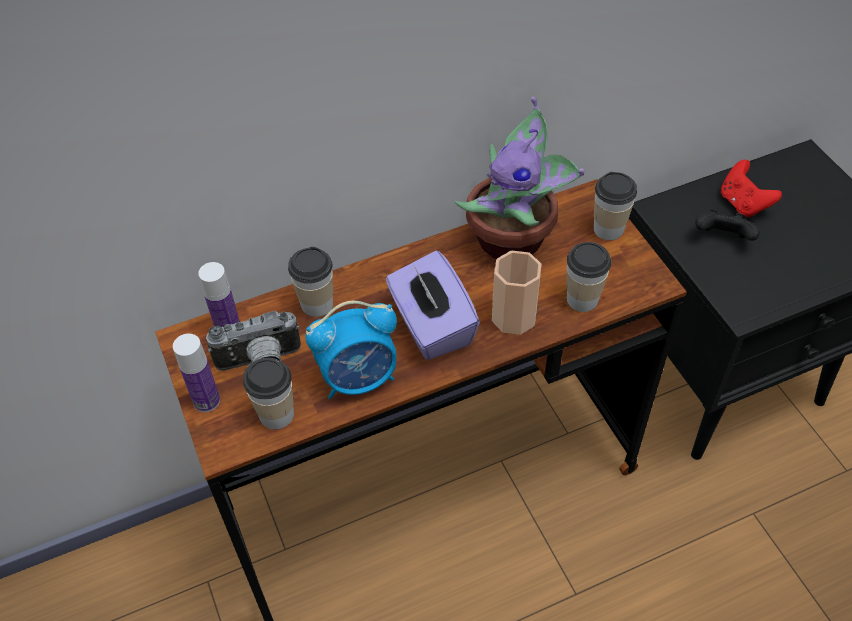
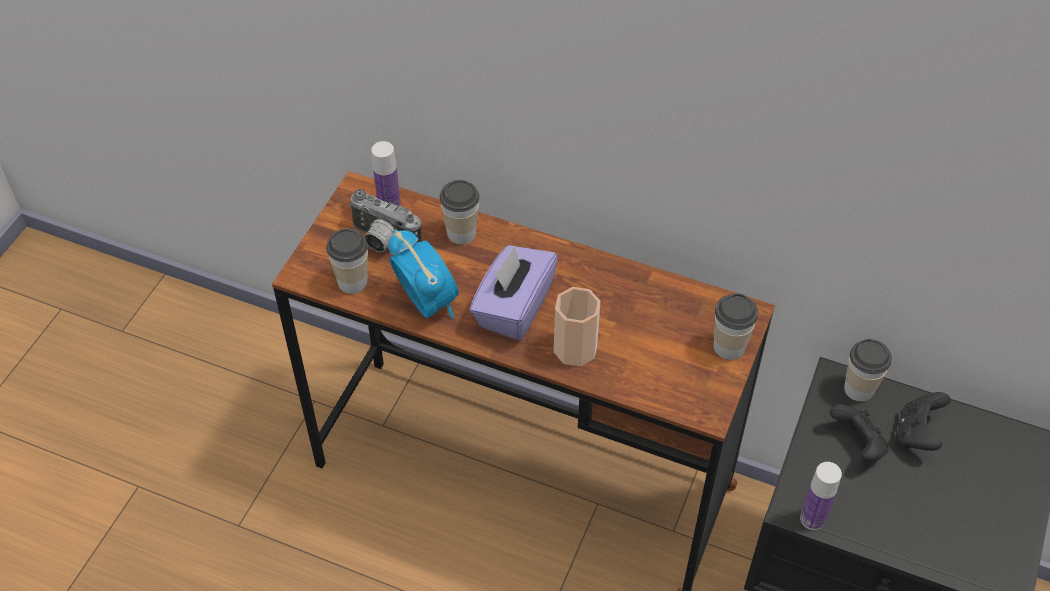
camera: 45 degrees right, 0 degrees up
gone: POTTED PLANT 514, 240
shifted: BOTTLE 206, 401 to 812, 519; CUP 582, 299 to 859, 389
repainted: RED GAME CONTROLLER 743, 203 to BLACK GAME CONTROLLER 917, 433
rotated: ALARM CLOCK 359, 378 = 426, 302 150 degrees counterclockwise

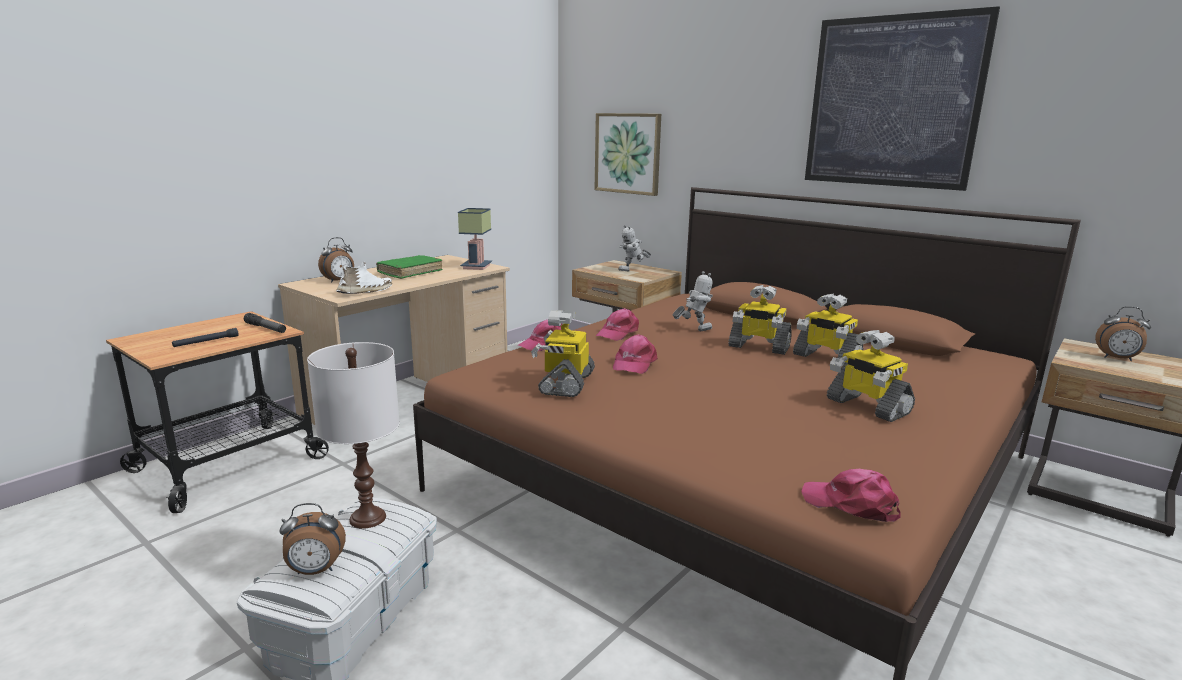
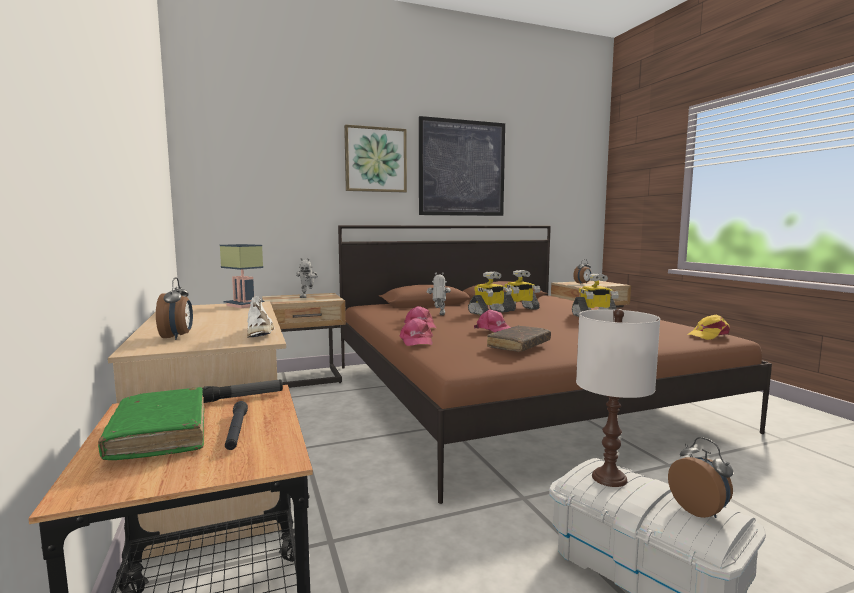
camera: 60 degrees left, 10 degrees down
shifted: GREEN BOOK 410, 273 to 159, 435; PICTURE 628, 153 to 375, 160
swapped: TOY ROBOT 565, 383 to BROWN BOOK 519, 345
repainted: PINK CAP 851, 504 to YELLOW CAP 708, 335
rotated: ALARM CLOCK 315, 571 = 700, 510 45 degrees counterclockwise

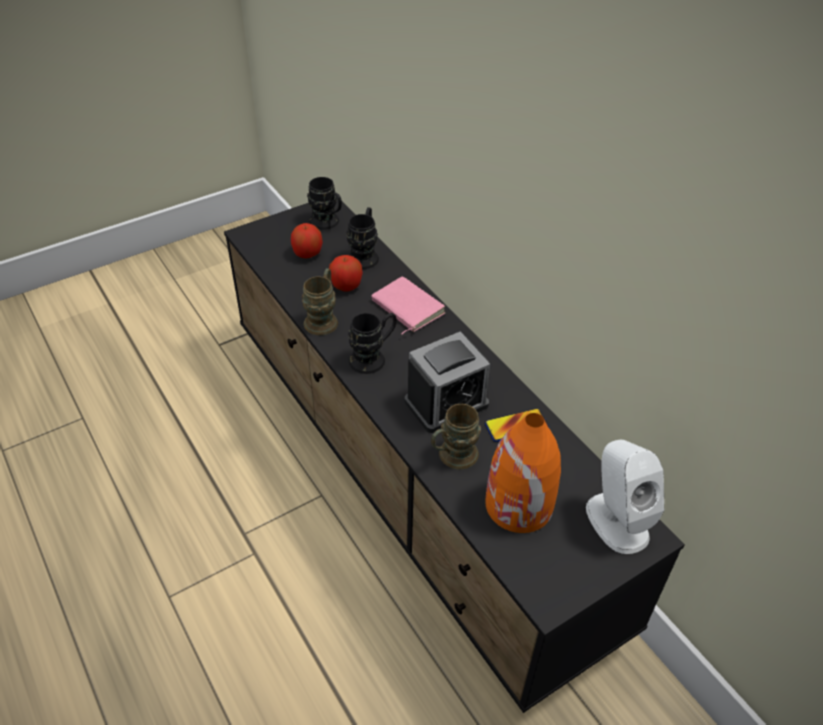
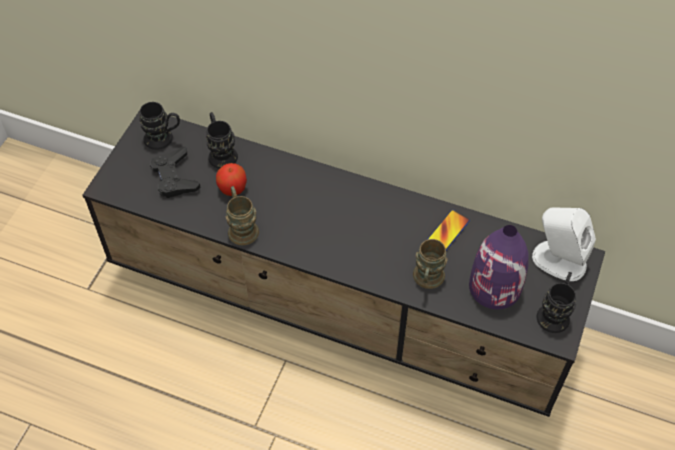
camera: 35 degrees left, 10 degrees up
gone: PINK BOOK 406, 308; ALARM CLOCK 446, 403
shifted: BLACK MUG 373, 358 to 555, 312
swapped: APPLE 307, 254 to BLACK GAME CONTROLLER 174, 177
repainted: ORANGE VASE 519, 505 to PURPLE VASE 495, 287

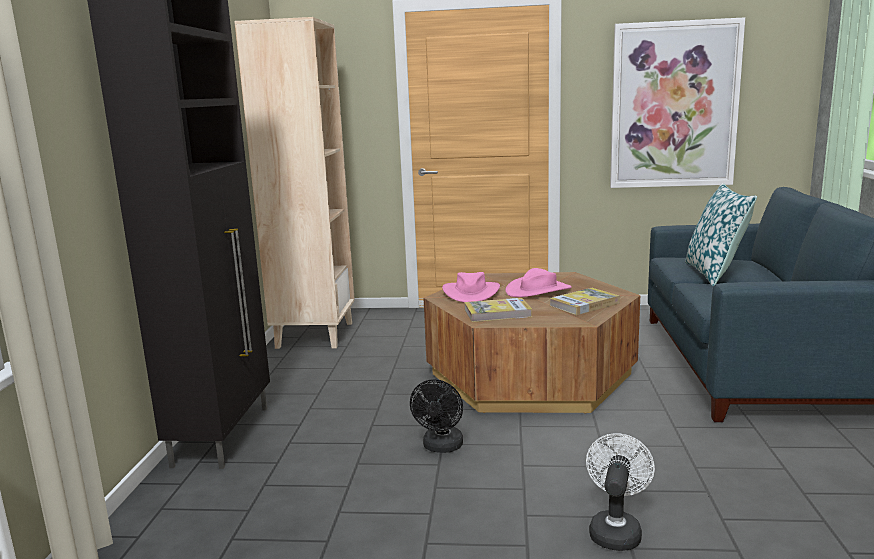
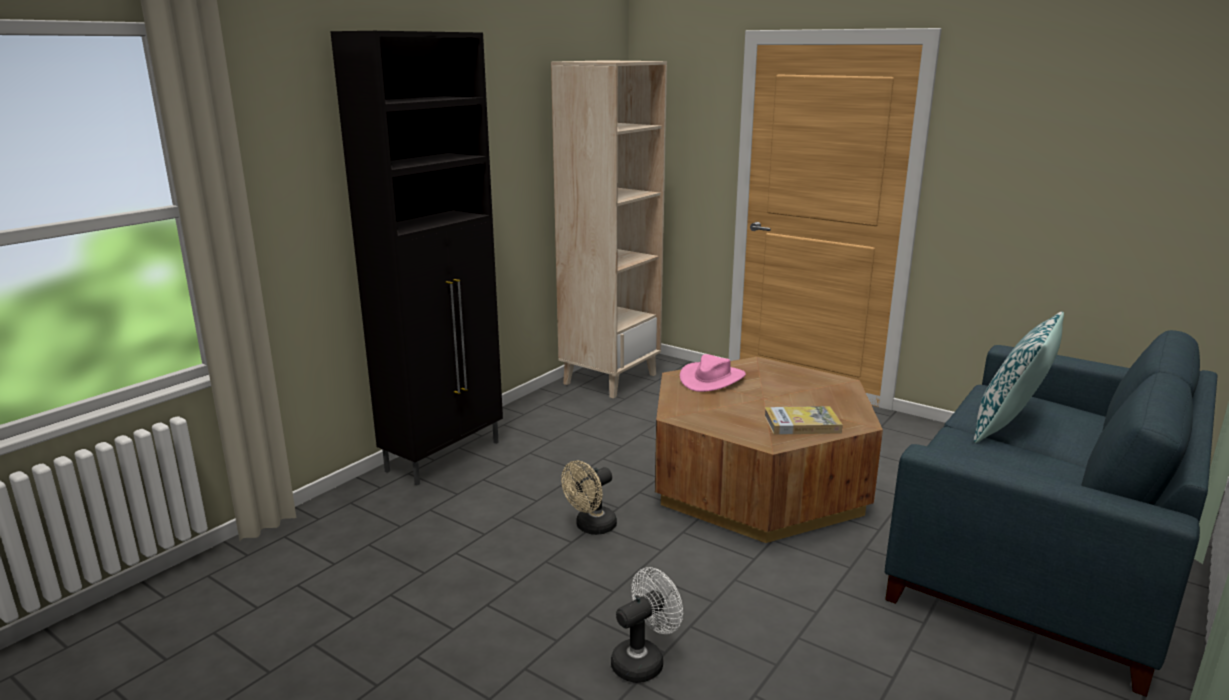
camera: 30 degrees right, 5 degrees up
gone: BOOK 497, 313; PINK HAT 538, 290; PICTURE 674, 105
repainted: BLACK FAN 441, 447 to BEIGE FAN 591, 527

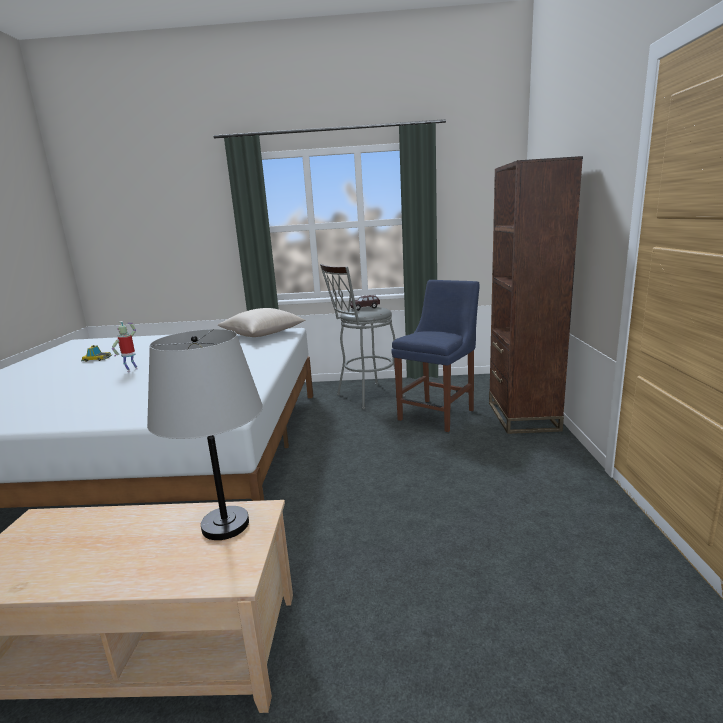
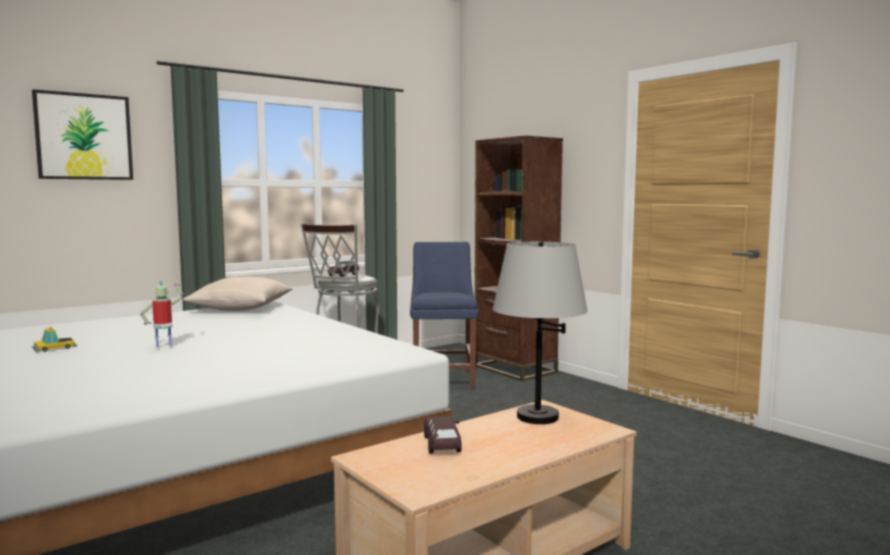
camera: 40 degrees left, 10 degrees down
new: PICTURE 84, 137; BROWN TOY CAR 442, 445
rotated: TOY ROBOT 131, 370 = 164, 348 75 degrees clockwise

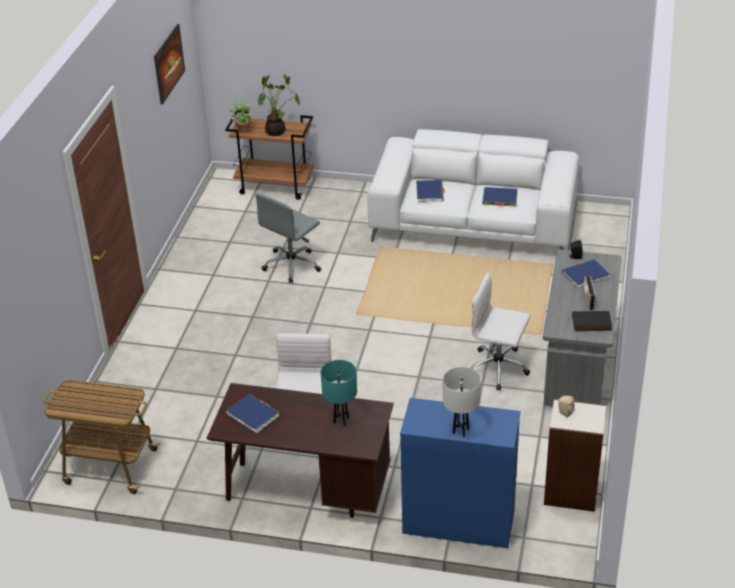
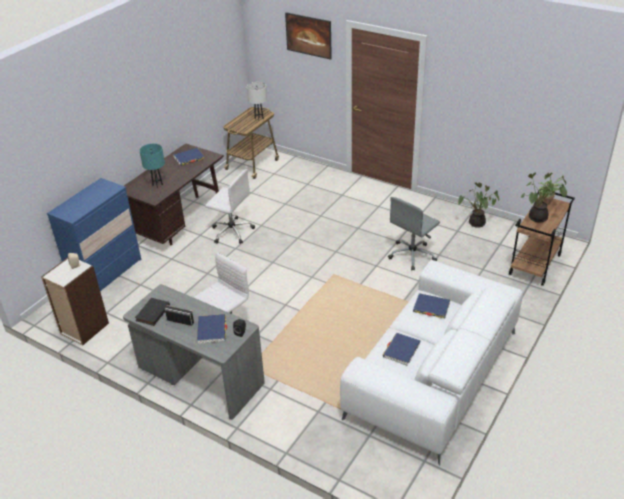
camera: 110 degrees right, 0 degrees up
new: POTTED PLANT 475, 224
shifted: WHITE TABLE LAMP 461, 431 to 259, 119; PICTURE 170, 75 to 309, 45
rotated: GREY OFFICE CHAIR 292, 265 = 412, 255 105 degrees counterclockwise

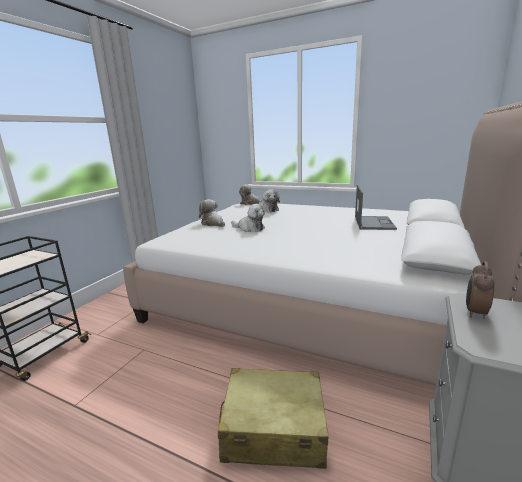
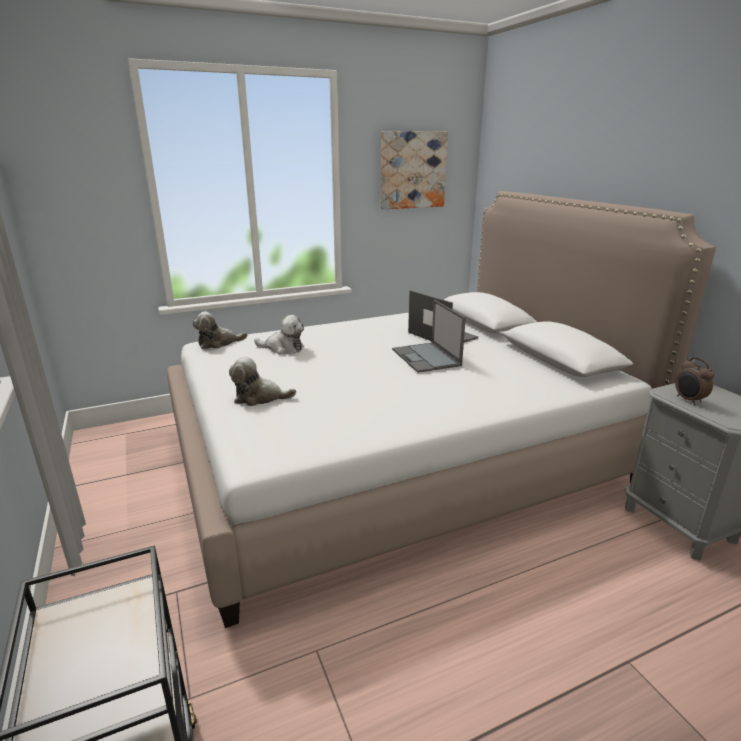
camera: 50 degrees left, 5 degrees up
gone: BEIGE SUITCASE 273, 429; PLUSH TOY 250, 228
new: PICTURE 412, 170; LAPTOP 426, 358

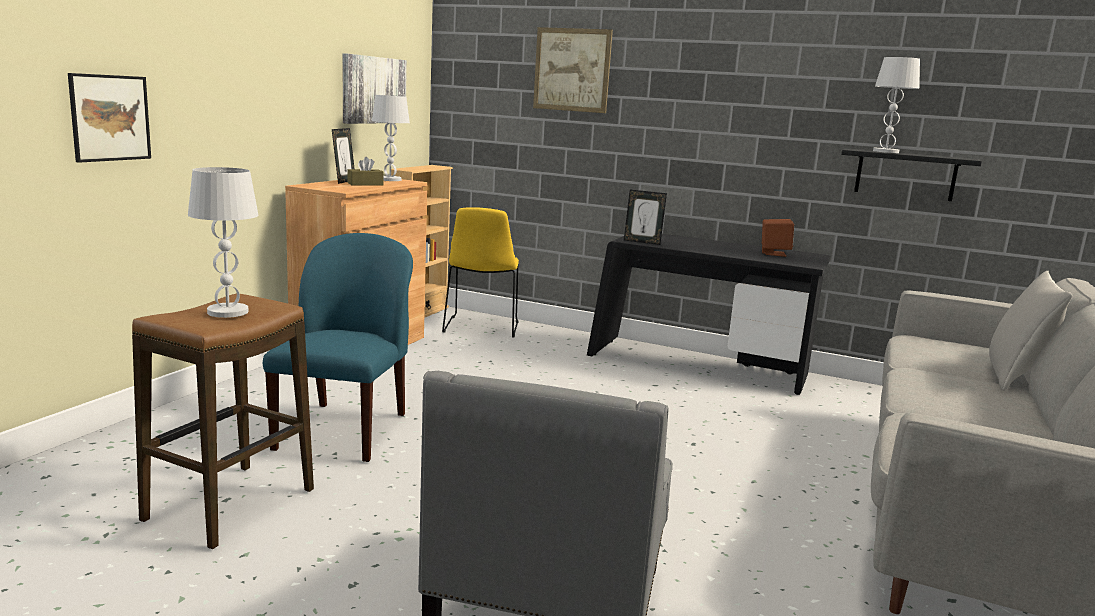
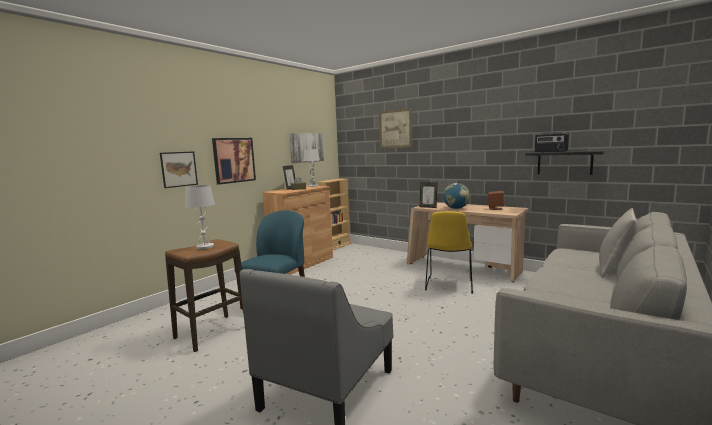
camera: 15 degrees right, 5 degrees down
new: PICTURE 234, 160; GLOBE 456, 208
shifted: YELLOW CHAIR 481, 328 to 449, 286
swapped: WHITE TABLE LAMP 886, 152 to RADIO 550, 151
repainted: BLACK DESK 698, 366 to BEIGE DESK 463, 268

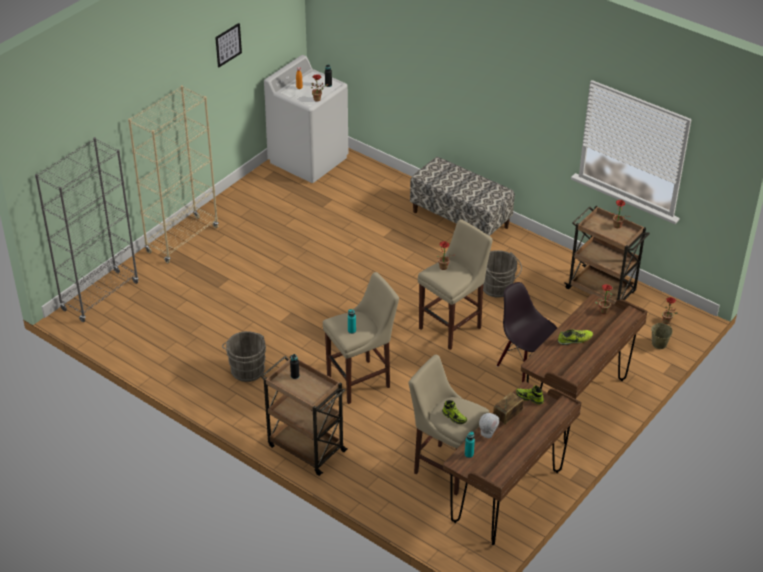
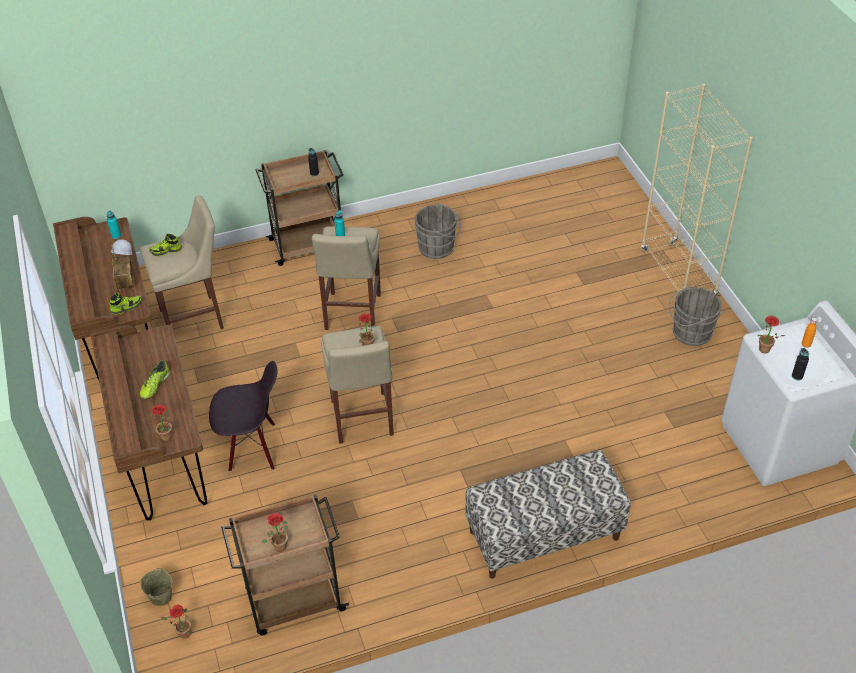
camera: 125 degrees right, 5 degrees up
gone: GREY BOOKCASE 100, 296; PICTURE 228, 45
shifted: GREY BUCKET 498, 288 to 689, 333

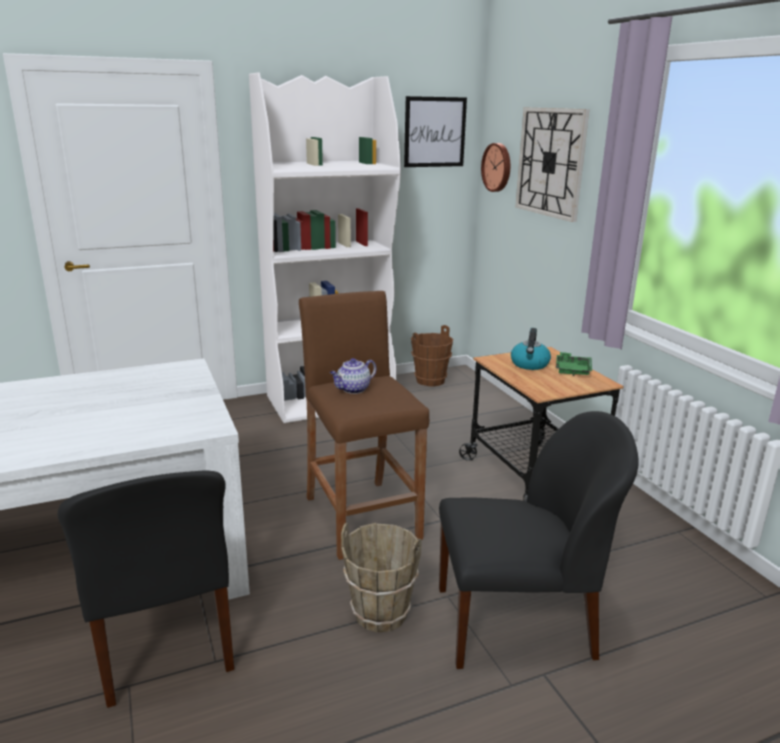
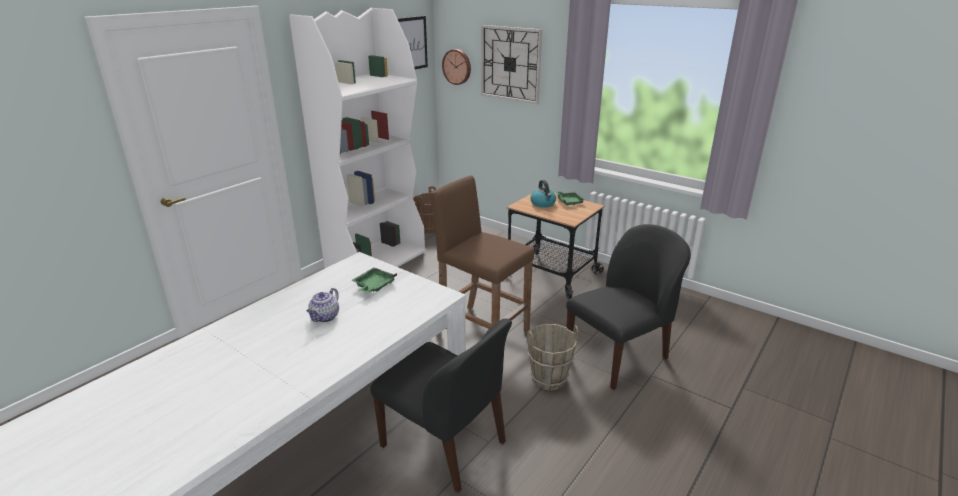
camera: 30 degrees left, 5 degrees up
new: GREEN TRAY 374, 286
shifted: TEAPOT 353, 389 to 325, 317

